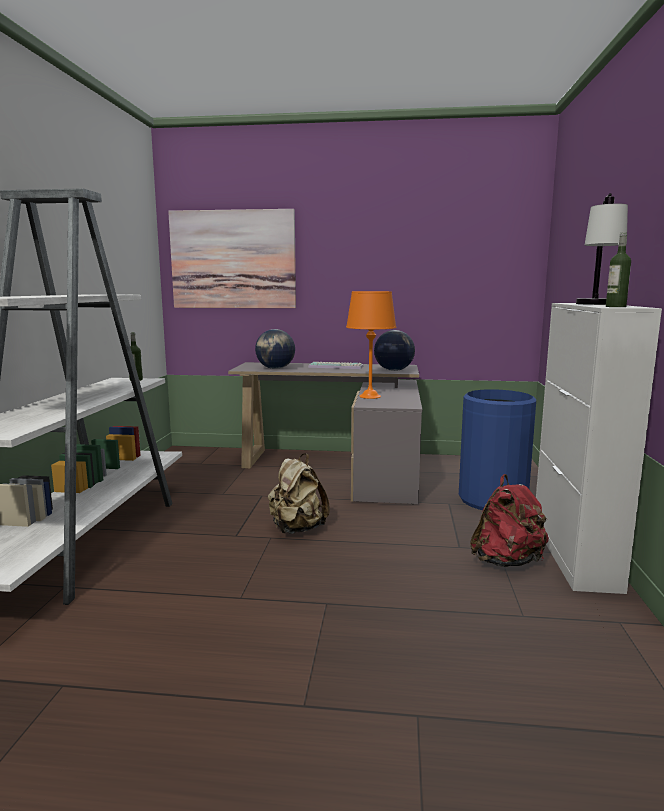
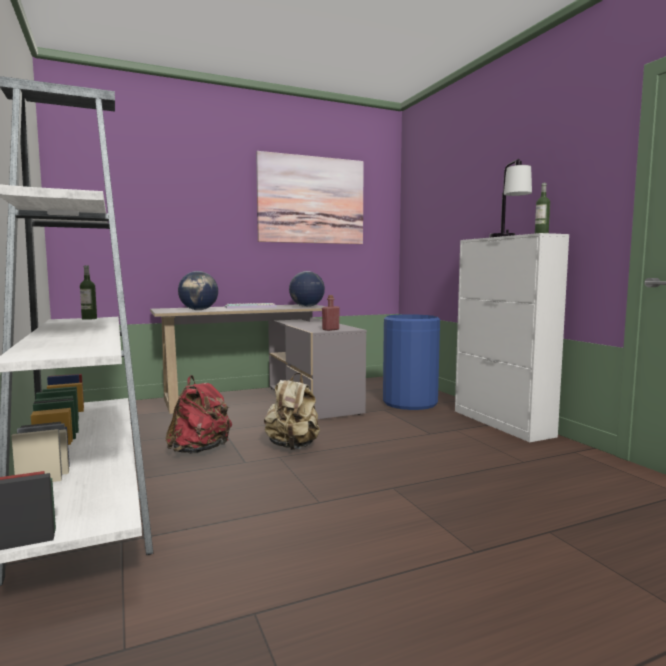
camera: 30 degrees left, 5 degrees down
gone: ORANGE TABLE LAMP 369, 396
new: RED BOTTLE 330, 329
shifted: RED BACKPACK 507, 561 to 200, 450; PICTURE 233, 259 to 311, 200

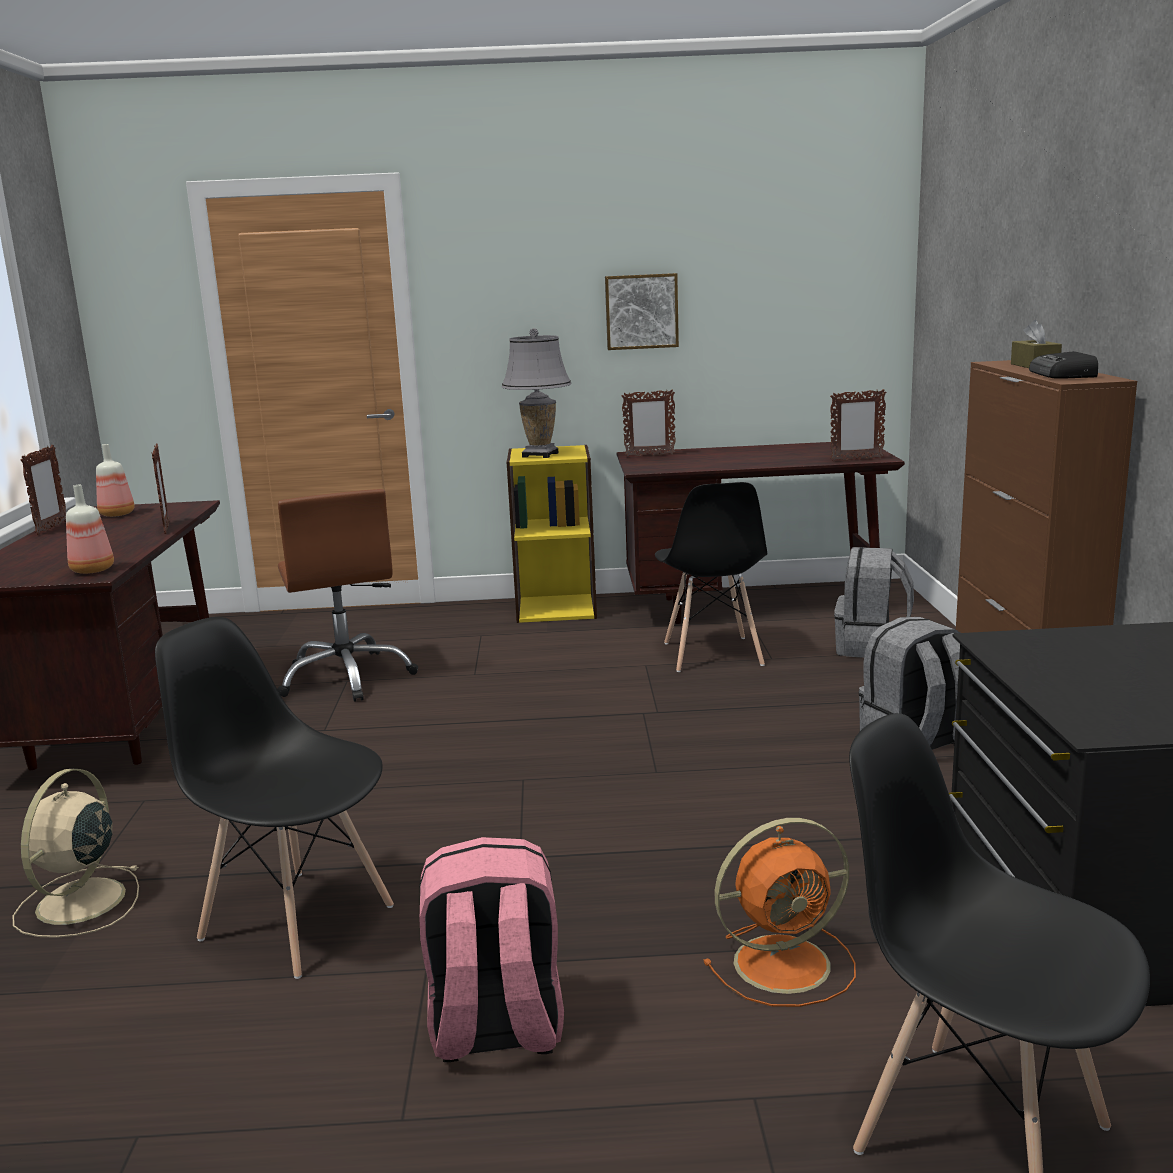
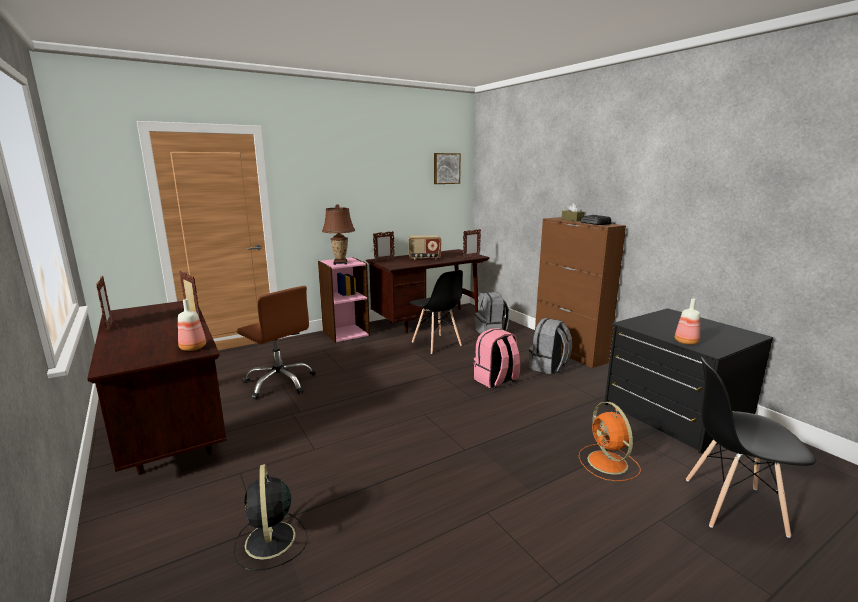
camera: 30 degrees left, 0 degrees up
gone: BLACK CHAIR 296, 921
new: RADIO 424, 258
shifted: PICTURE 641, 311 to 446, 168; PINK BACKPACK 495, 1029 to 496, 380; BOTTLE 118, 514 to 686, 342
repainted: BEIGE FAN 78, 903 to BLACK FAN 270, 541; YELLOW BOOKCASE 556, 608 to PINK BOOKCASE 345, 333; GREY TABLE LAMP 540, 455 to BROWN TABLE LAMP 340, 263
rotated: ORANGE FAN 786, 963 = 608, 463 120 degrees clockwise

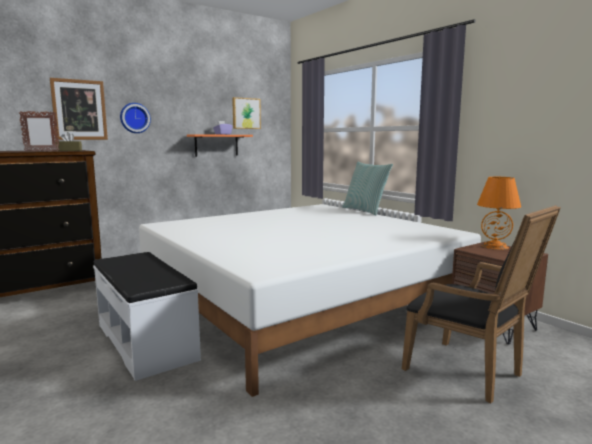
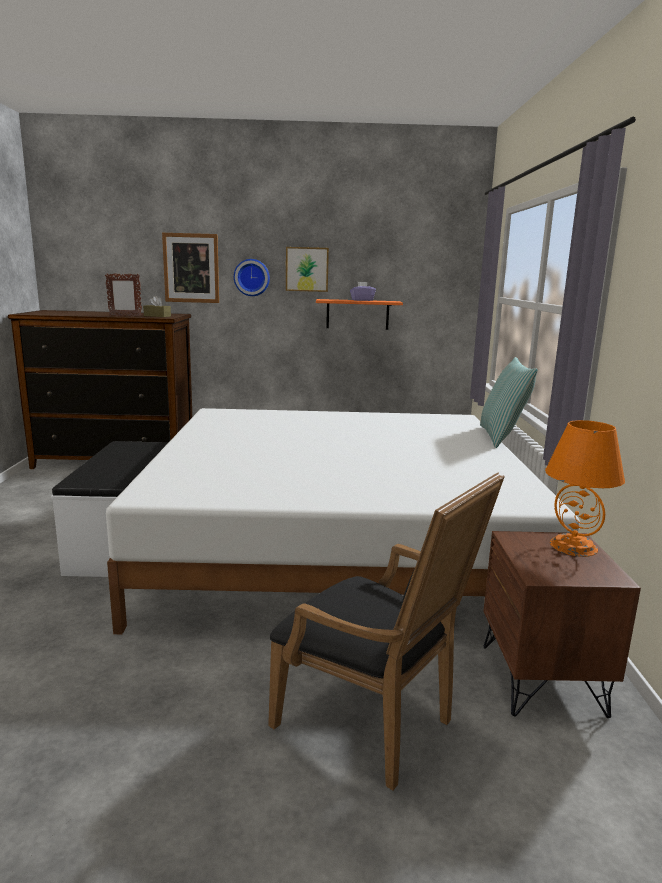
camera: 35 degrees right, 5 degrees up
shifted: PICTURE 246, 113 to 307, 269
rotated: BLACK ARMCHAIR 470, 373 = 374, 725 45 degrees counterclockwise

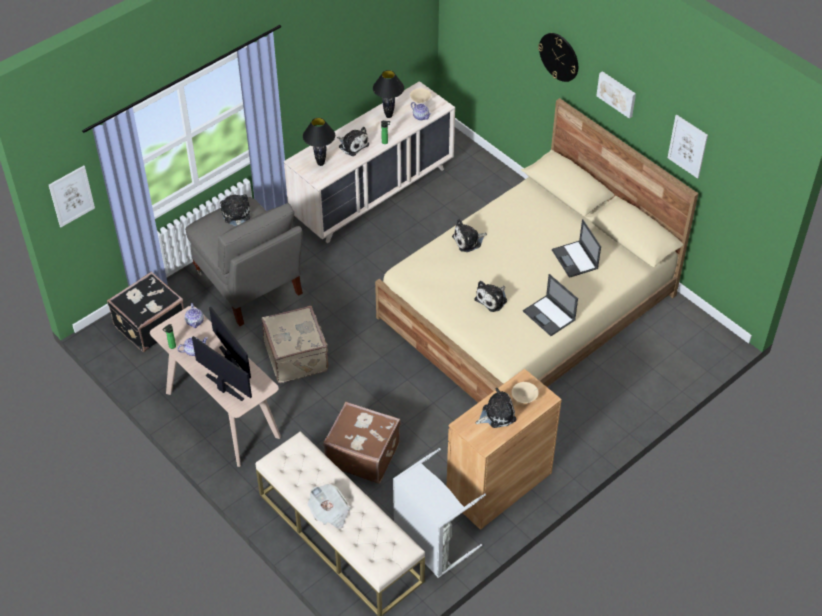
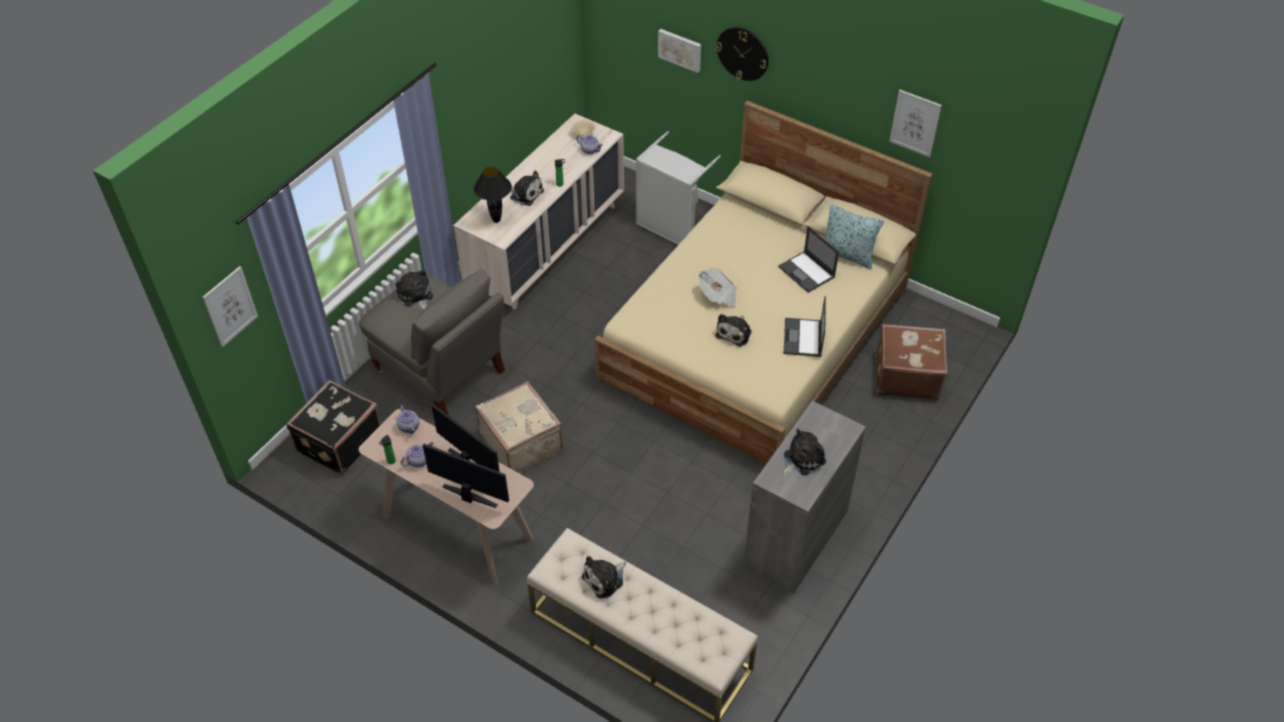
camera: 15 degrees left, 0 degrees up
gone: BLACK TABLE LAMP 389, 116; BEIGE BOWL 525, 398
new: PILLOW 847, 255
shifted: PLUSH TOY 468, 241 to 605, 579; GREY LAUNDRY BASKET 430, 543 to 671, 227; PICTURE 617, 93 to 680, 49; NEWSPAPER 329, 513 to 718, 295; BROWN SUITCASE 363, 454 to 906, 375
repainted: BROWN CABINET 499, 485 to GREY CABINET 796, 538
rotated: LAPTOP 549, 316 = 803, 338 60 degrees clockwise

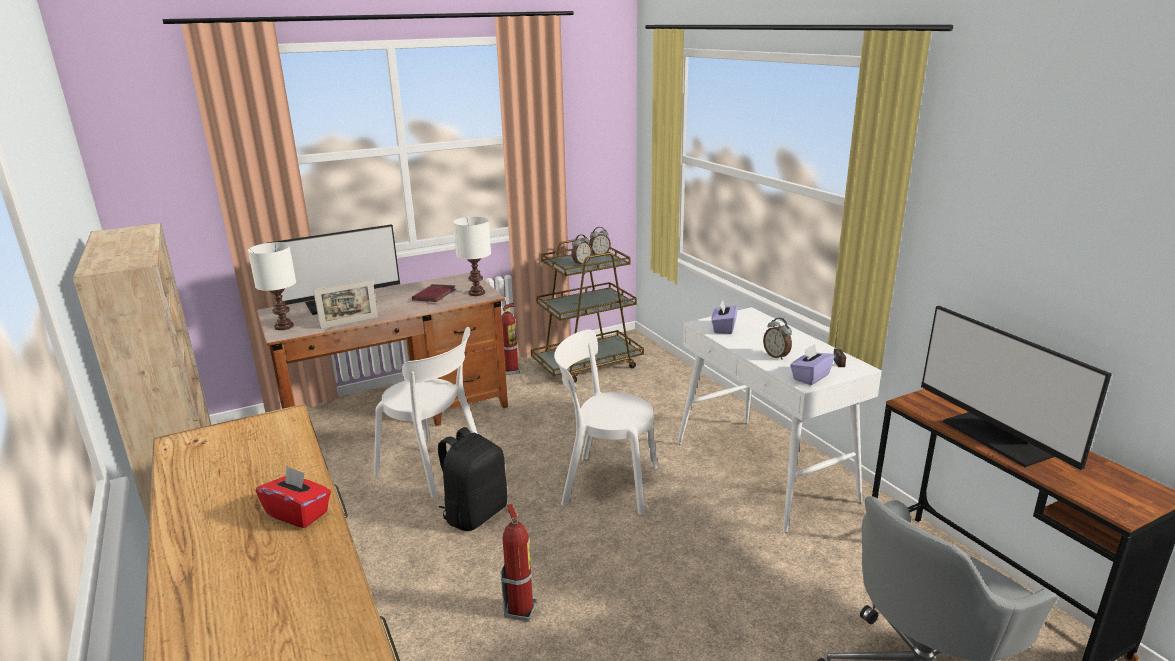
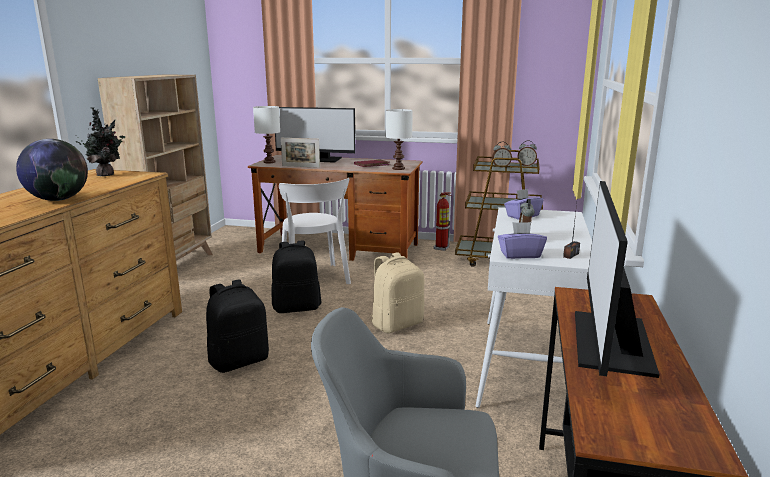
camera: 40 degrees right, 5 degrees down
new: POTTED PLANT 106, 175
swapped: RED TISSUE BOX 298, 513 to GLOBE 58, 199; FIRE EXTINGUISHER 521, 610 to BLACK BACKPACK 239, 361; WHITE CHAIR 605, 483 to BEIGE BACKPACK 396, 324

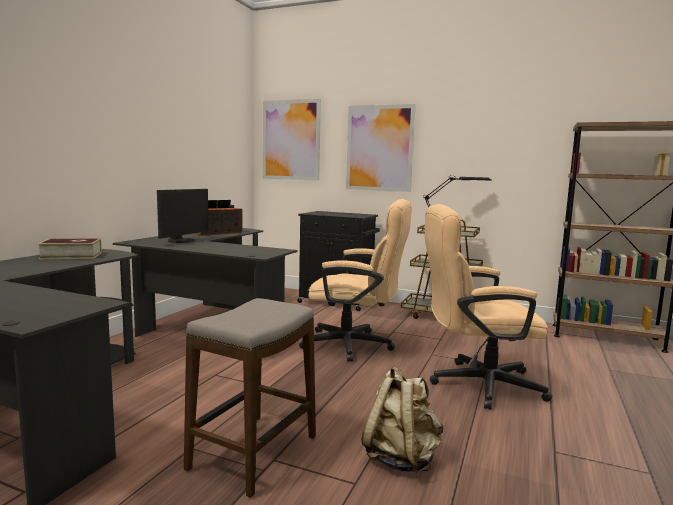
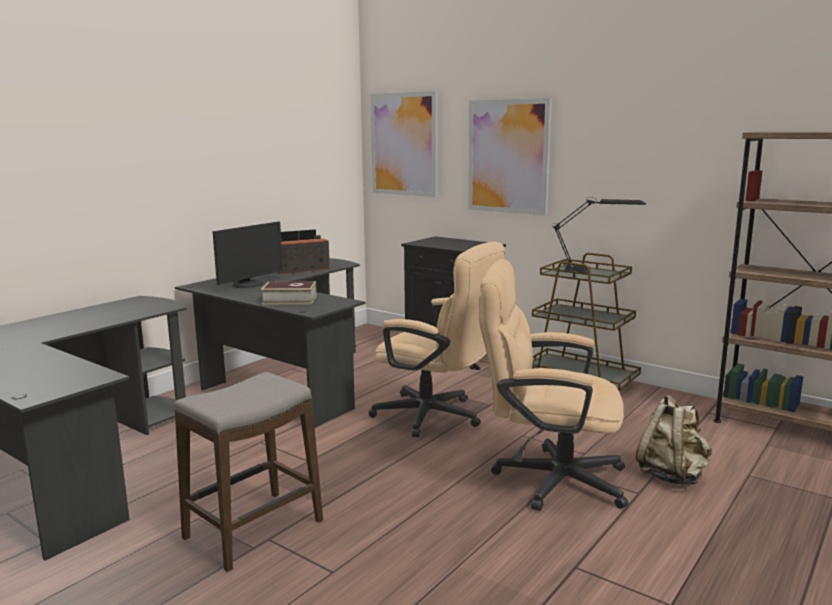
camera: 15 degrees right, 5 degrees up
shifted: BOOK 71, 256 to 290, 300; BEIGE BACKPACK 401, 458 to 671, 475

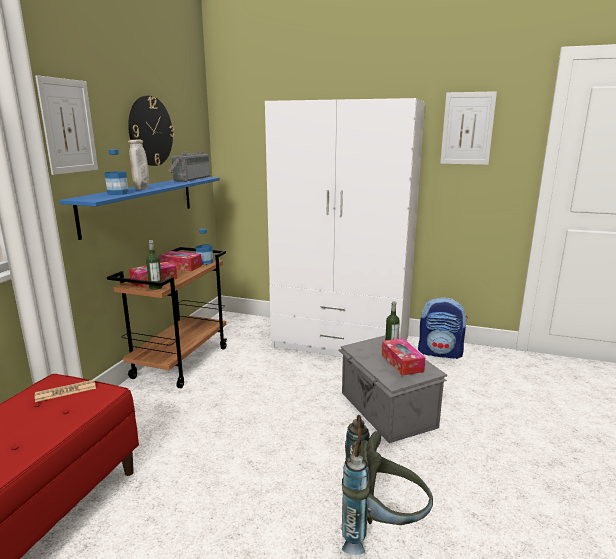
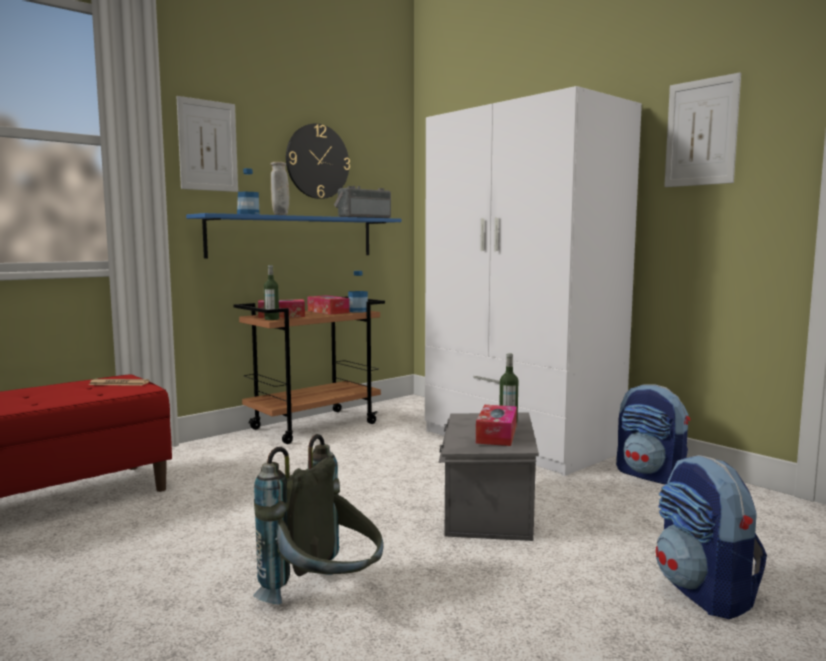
camera: 30 degrees right, 10 degrees down
new: BACKPACK 704, 592

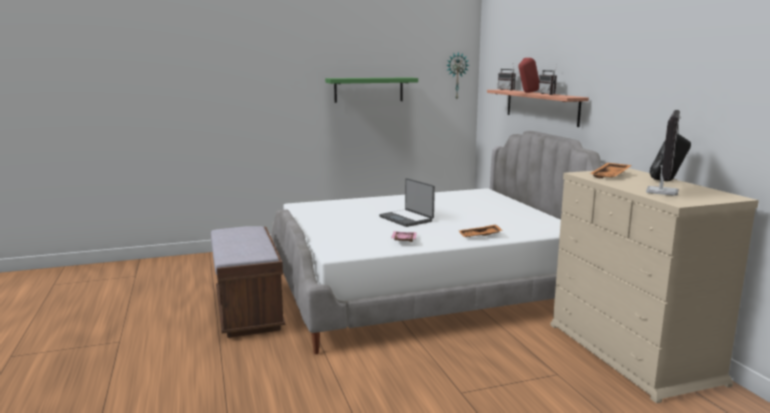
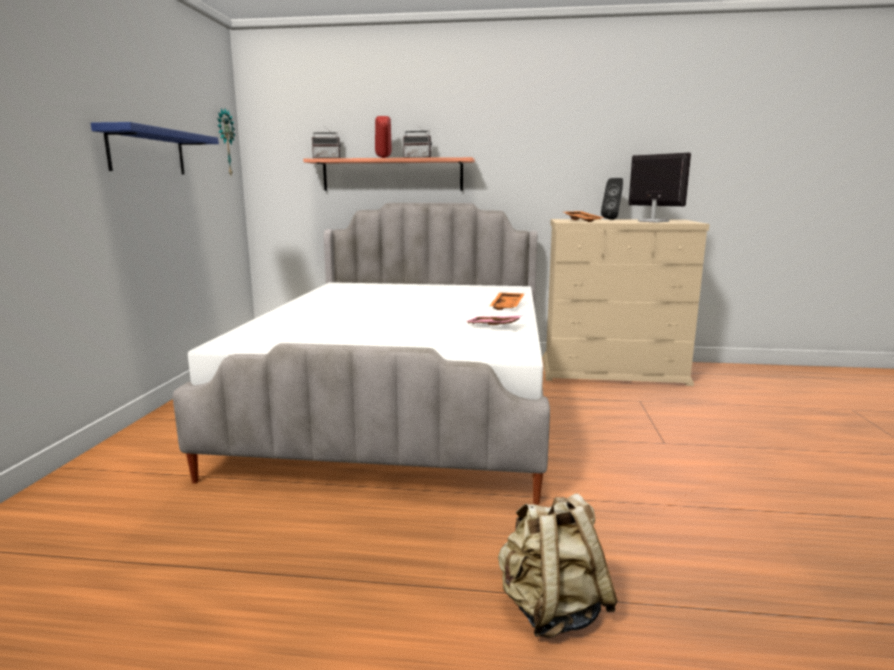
camera: 65 degrees left, 0 degrees up
gone: BROWN BENCH 248, 311; LAPTOP 407, 219
new: BEIGE BACKPACK 551, 610
repainted: GREEN SHELF 368, 89 to BLUE SHELF 147, 152

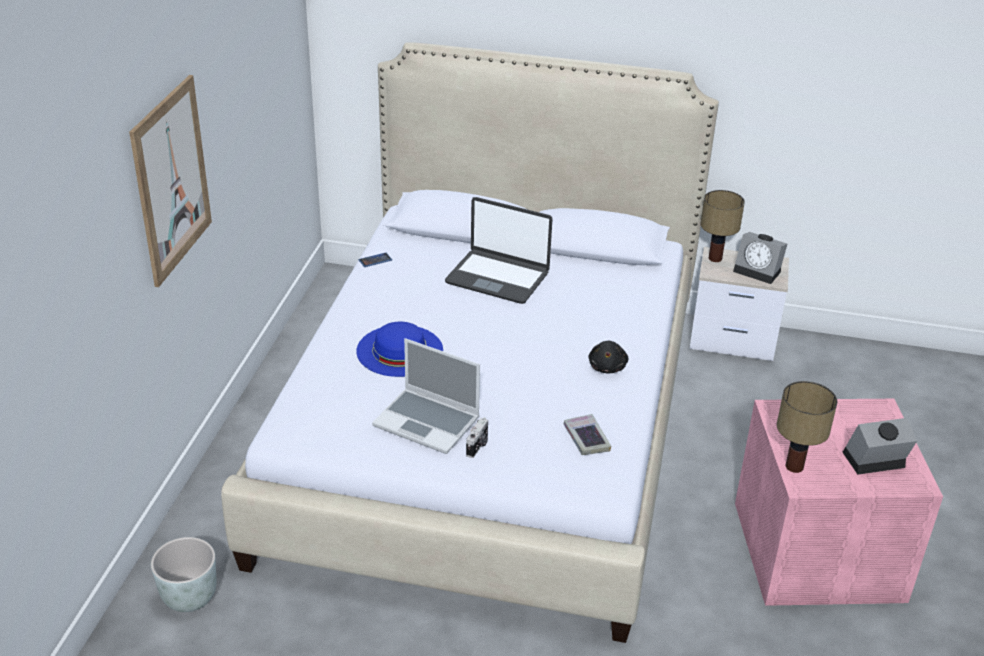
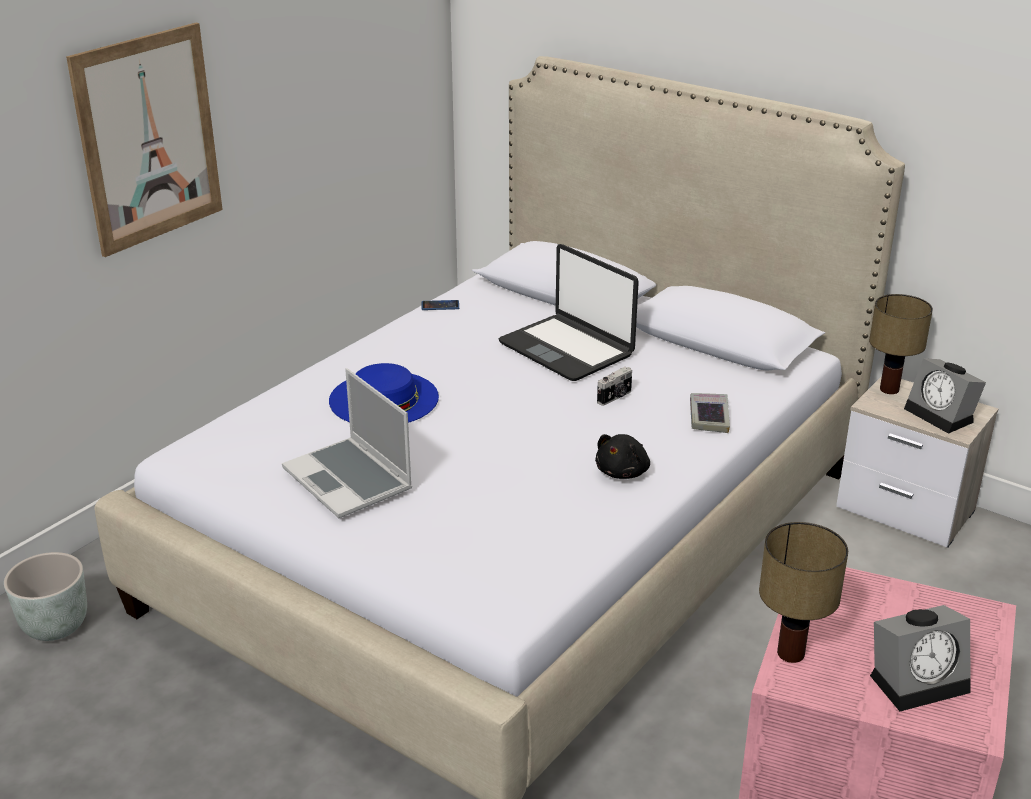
camera: 25 degrees right, 5 degrees down
shifted: PHOTO CAMERA 478, 446 to 615, 397; BOOK 586, 438 to 709, 417
rotated: ALARM CLOCK 873, 462 = 919, 680 150 degrees clockwise

